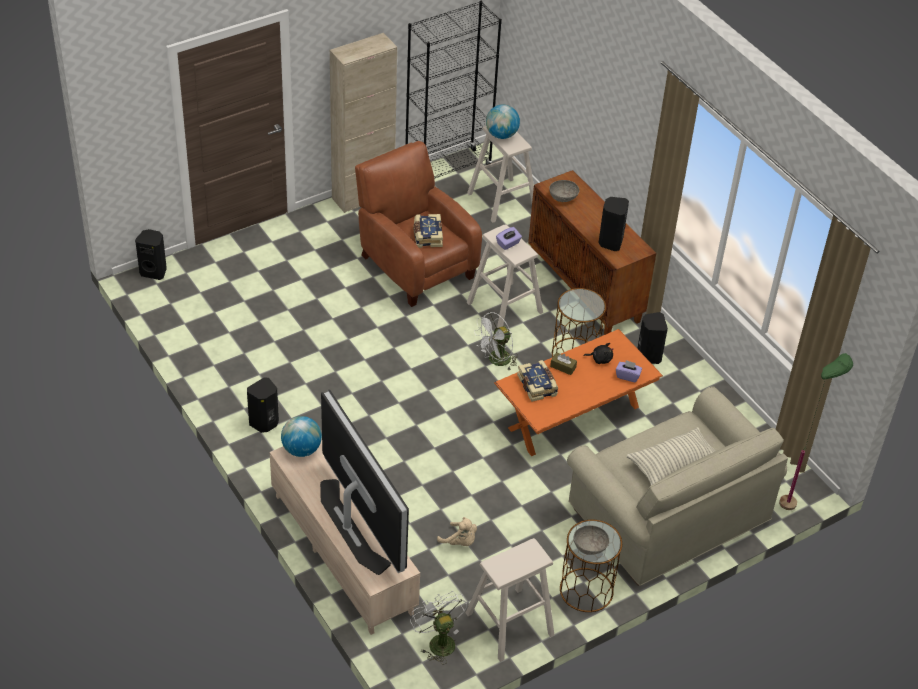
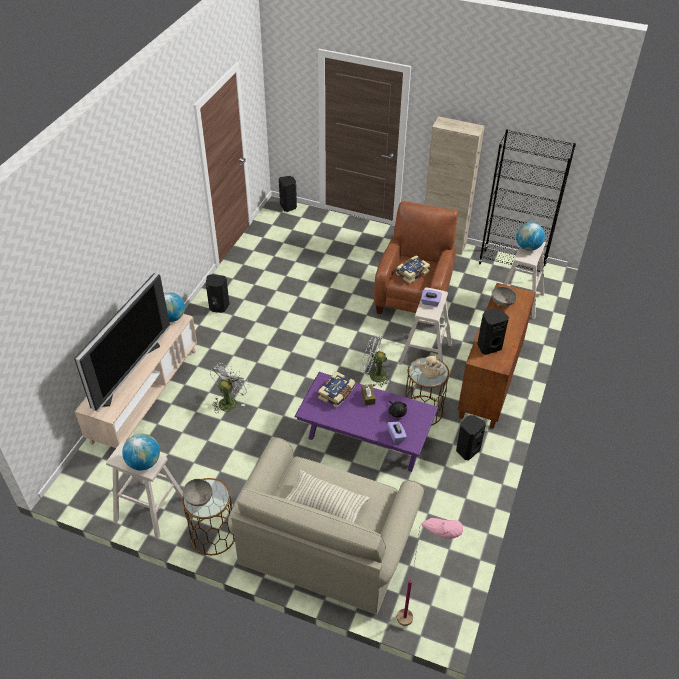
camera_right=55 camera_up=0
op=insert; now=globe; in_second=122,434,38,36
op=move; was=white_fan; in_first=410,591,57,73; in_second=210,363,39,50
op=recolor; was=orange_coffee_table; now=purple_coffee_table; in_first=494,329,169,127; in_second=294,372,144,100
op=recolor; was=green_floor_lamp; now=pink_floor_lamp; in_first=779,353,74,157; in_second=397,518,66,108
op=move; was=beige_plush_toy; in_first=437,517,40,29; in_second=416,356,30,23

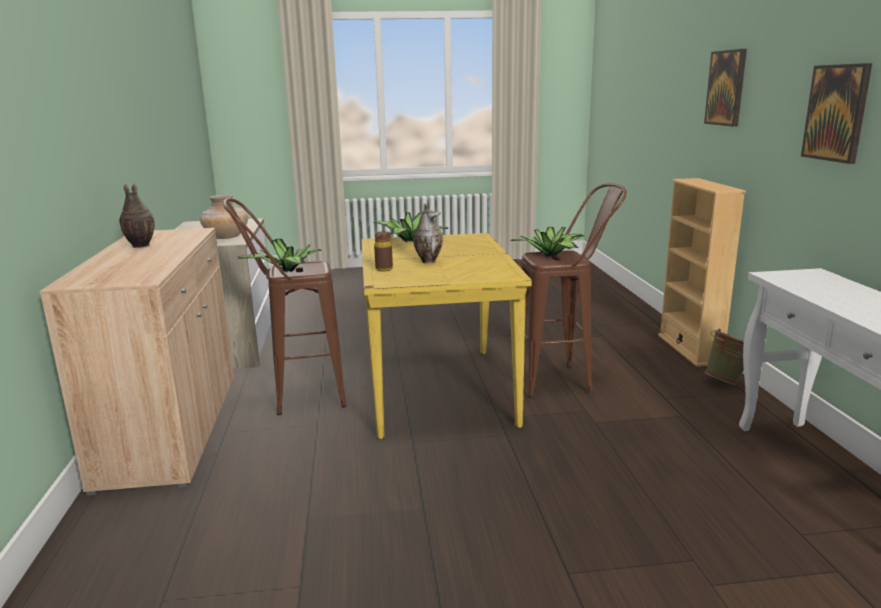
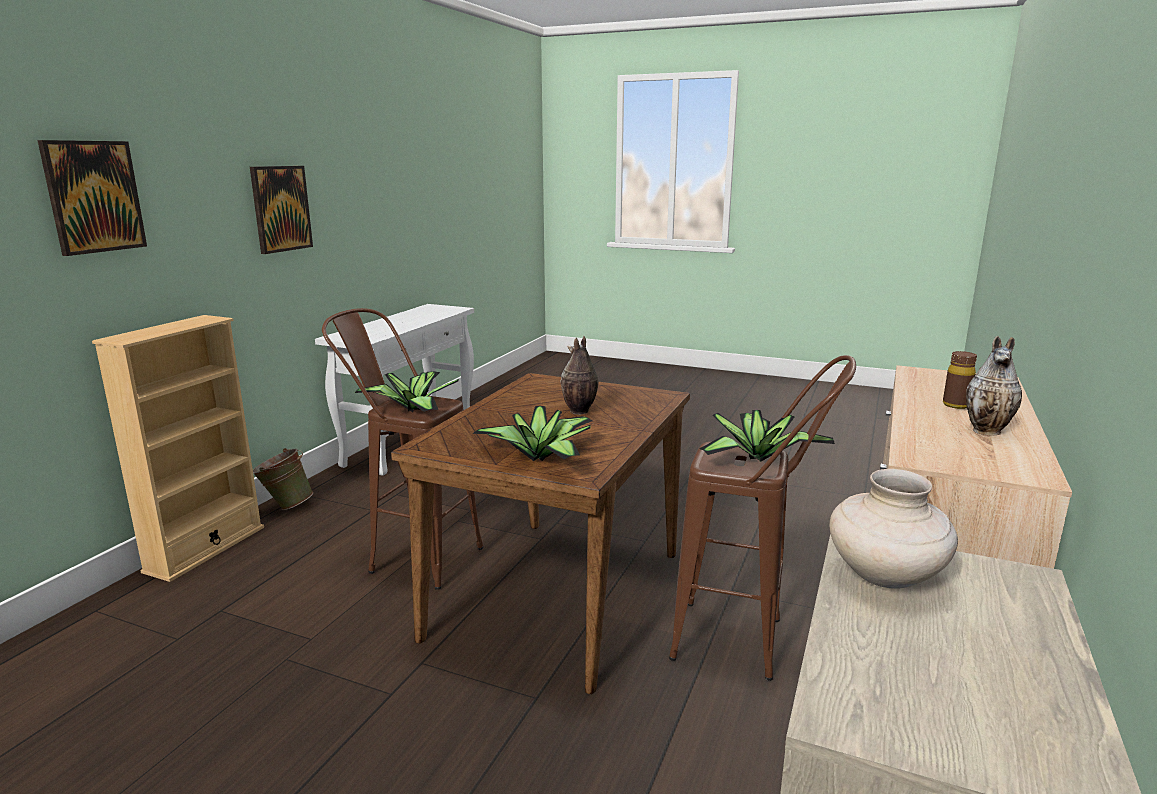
camera_right=-150 camera_up=0
op=recolor; was=yellow_dining_table; now=brown_dining_table; in_first=361,233,171,206; in_second=391,373,299,321
op=move; was=brown_bottle; in_first=374,231,19,41; in_second=943,351,34,58

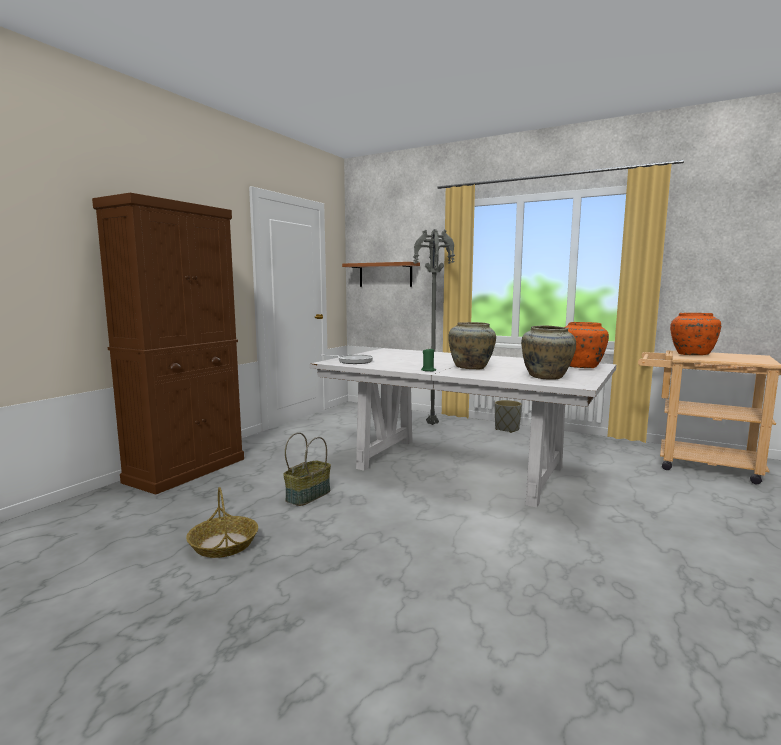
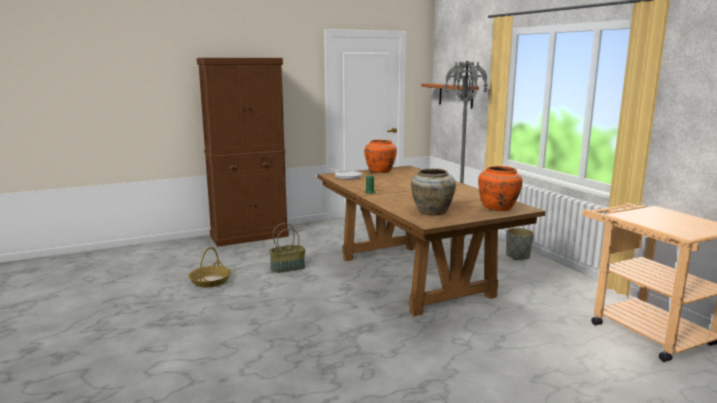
camera_right=35 camera_up=5
op=recolor; was=white_dining_table; now=brown_dining_table; in_first=310,348,306,160; in_second=317,166,228,150
op=move; was=orange_vase; in_first=670,313,51,42; in_second=364,140,33,33
op=delete; was=beige_vase; in_first=448,322,48,47

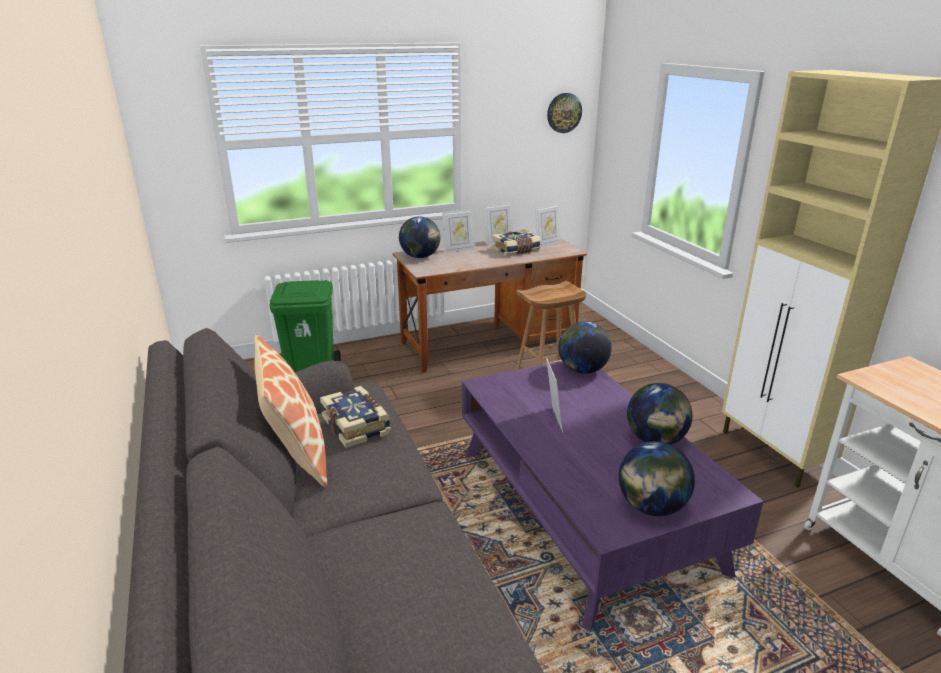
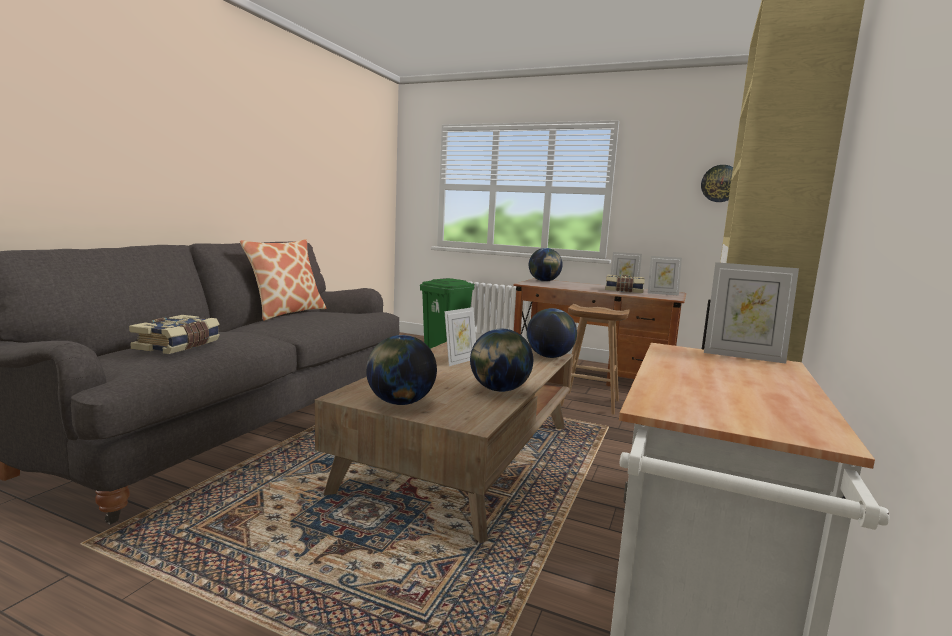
camera_right=45 camera_up=-15
op=move; was=book; in_first=320,386,71,62; in_second=129,315,91,39
op=recolor; was=purple_coffee_table; now=brown_coffee_table; in_first=462,361,302,271; in_second=315,340,258,203
op=move; was=picture_frame; in_first=442,209,33,44; in_second=704,262,95,102

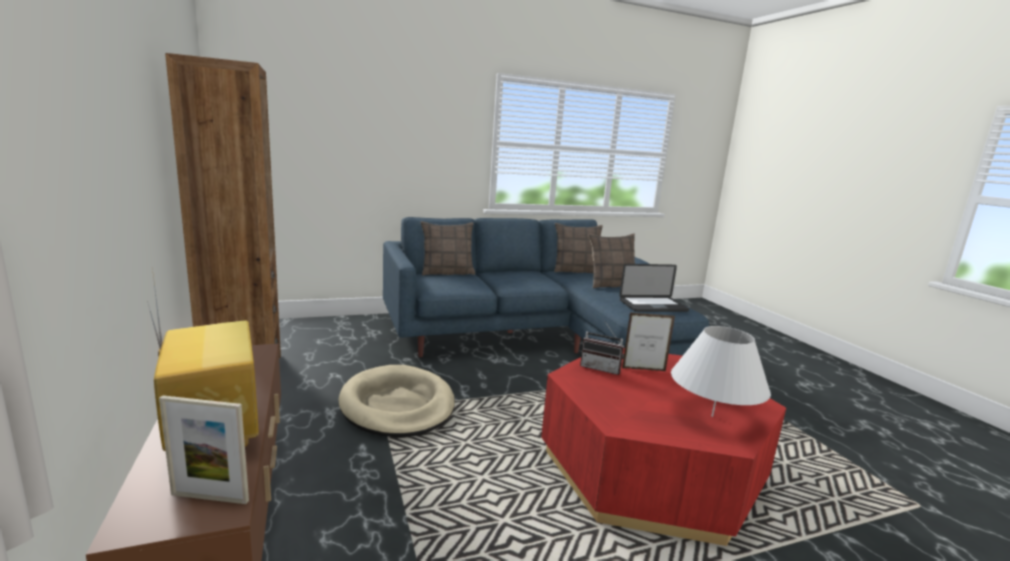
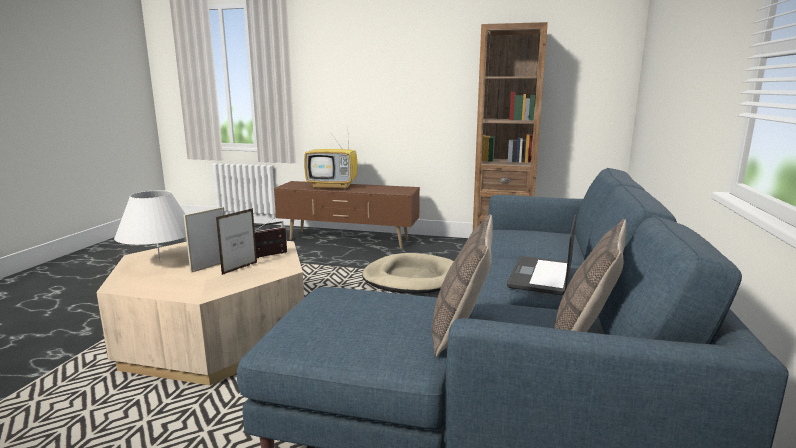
camera_right=125 camera_up=0
op=recolor; was=red_coffee_table; now=beige_coffee_table; in_first=541,348,245,198; in_second=96,241,208,144
op=move; was=picture_frame; in_first=159,395,90,109; in_second=184,207,41,66
op=move; was=laptop; in_first=619,264,70,48; in_second=507,215,69,80
op=delete; was=pillow; in_first=421,221,54,54

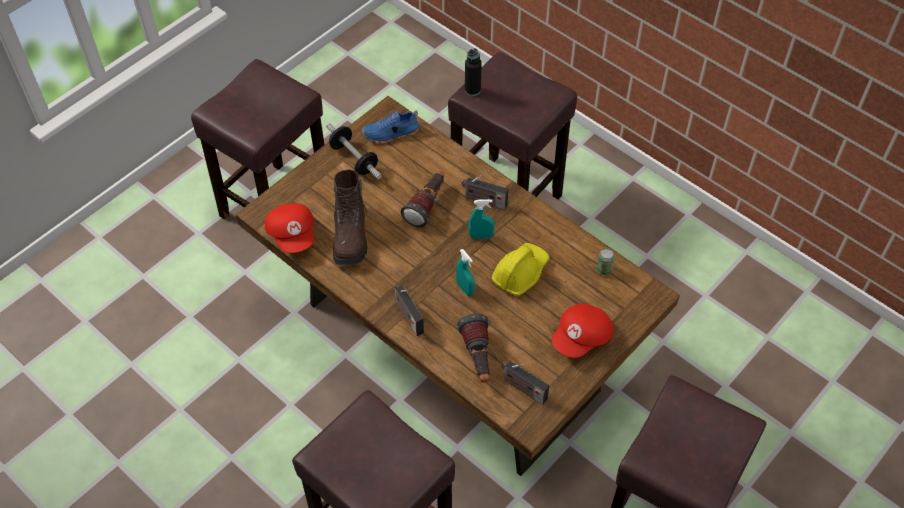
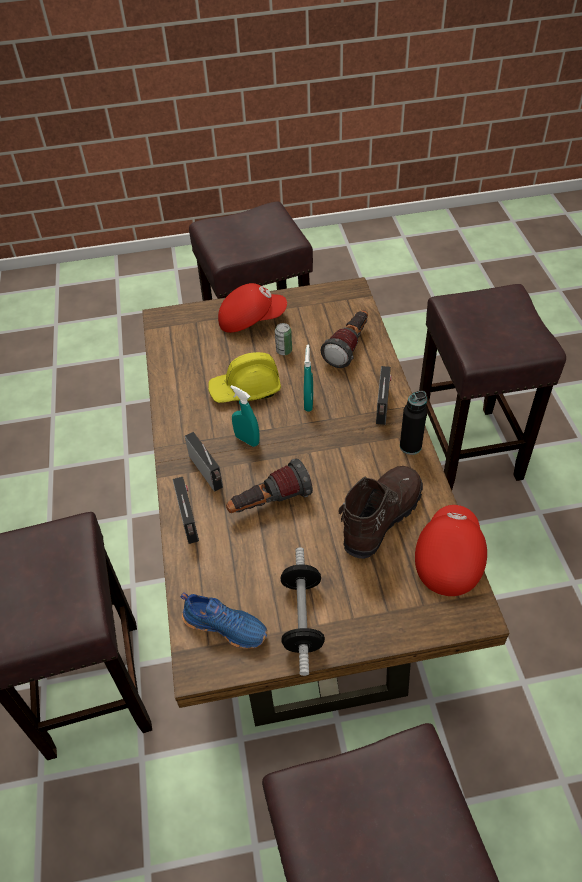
camera_right=-140 camera_up=-5
op=move; was=radio; in_first=502,361,48,44; in_second=172,477,27,67
op=move; was=can; in_first=597,248,18,27; in_second=275,323,17,32
op=move; was=black_bottle; in_first=465,48,17,48; in_second=400,391,27,64

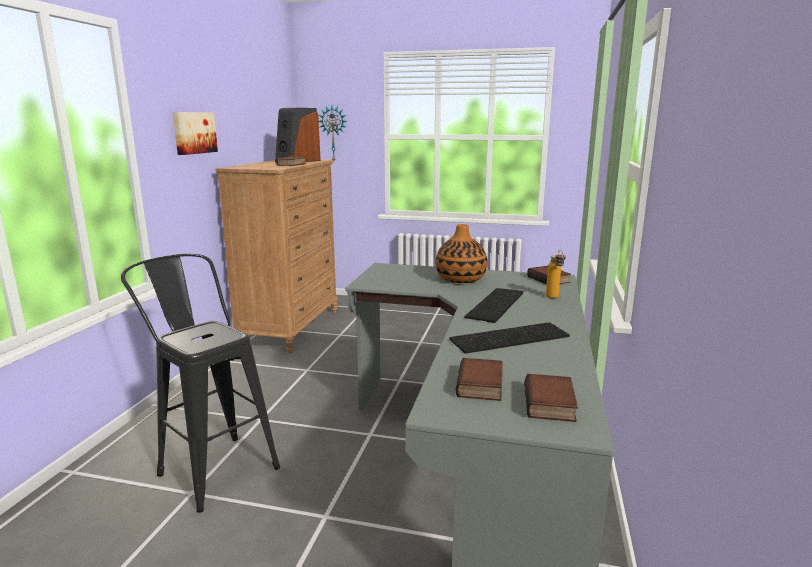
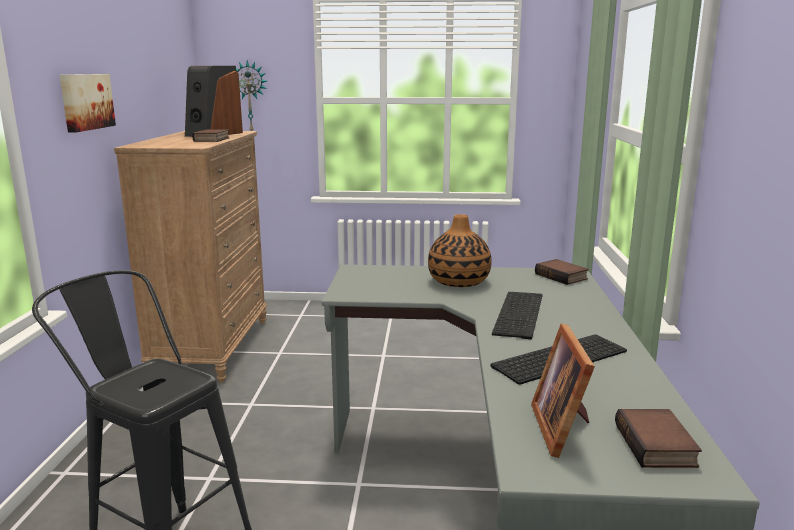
camera_right=-10 camera_up=0
op=replace; was=book; now=picture_frame; in_first=456,358,47,43; in_second=531,323,64,135
op=delete; was=bottle; in_first=546,250,19,48

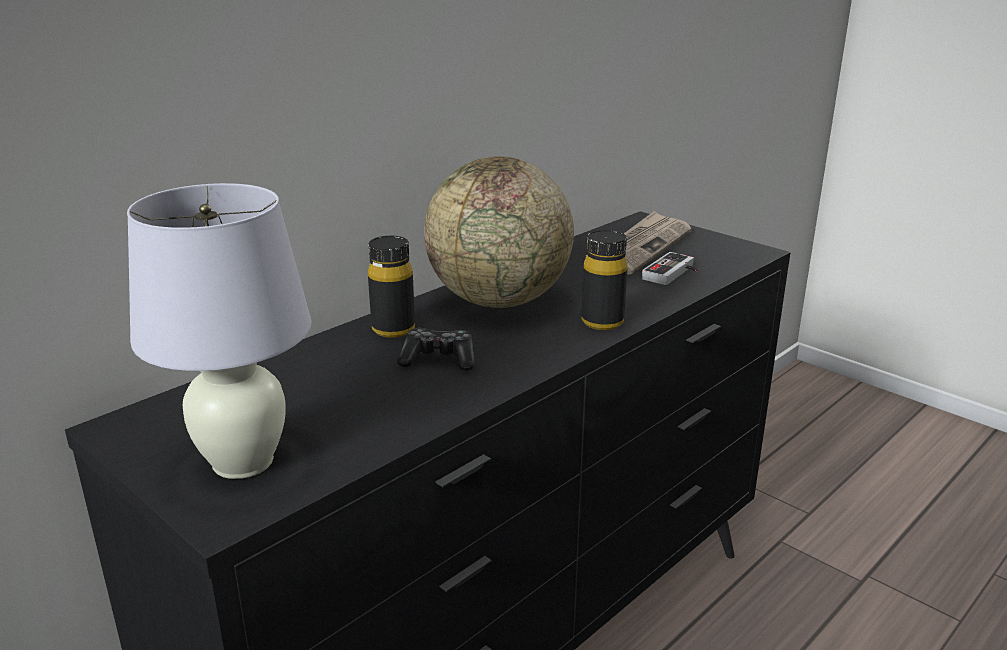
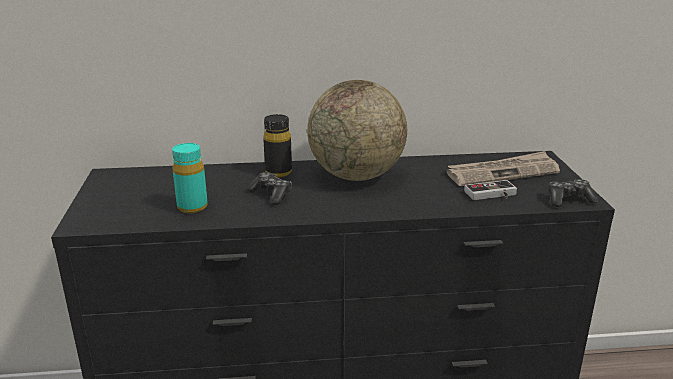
camera_right=40 camera_up=0
op=insert; now=turquoise_bottle; in_second=172,143,36,70
op=insert; now=game_controller; in_second=549,179,49,28
op=delete; was=white_table_lamp; in_first=127,183,185,296
op=delete; was=black_bottle; in_first=582,230,46,100

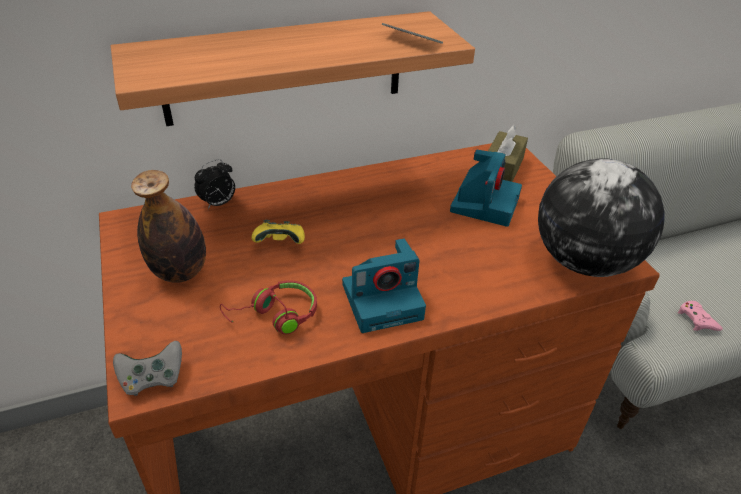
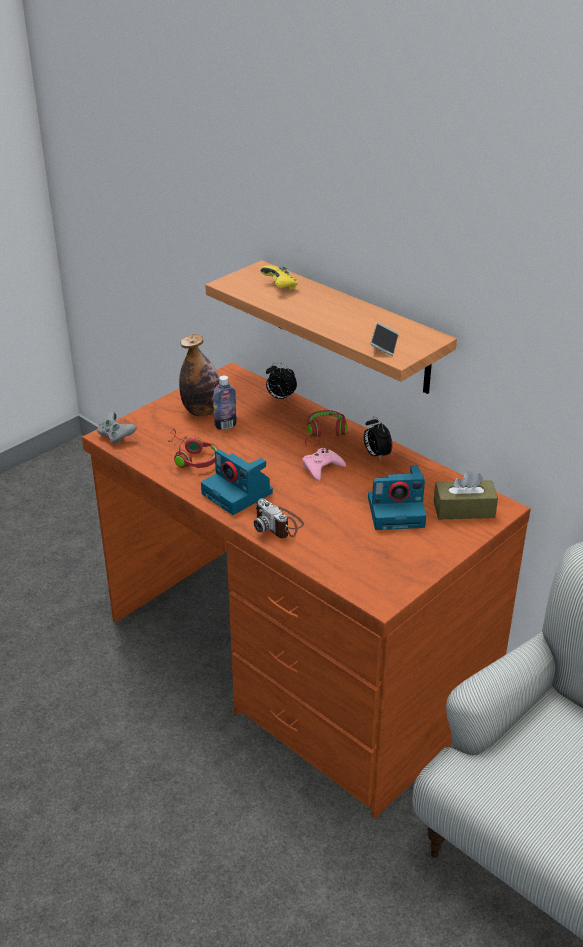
camera_right=65 camera_up=-5
op=insert; now=bottle; in_second=213,376,24,54
op=insert; now=photo_camera; in_second=254,498,50,40
op=move; was=yellow_game_controller; in_first=251,220,54,24; in_second=260,265,38,25
op=move; was=pink_game_controller; in_first=678,301,45,30; in_second=302,448,44,33
op=insert; now=red_headphones; in_second=305,410,42,36
op=insert; now=alarm_clock; in_second=364,416,28,44
op=delete; was=globe; in_first=538,158,127,119

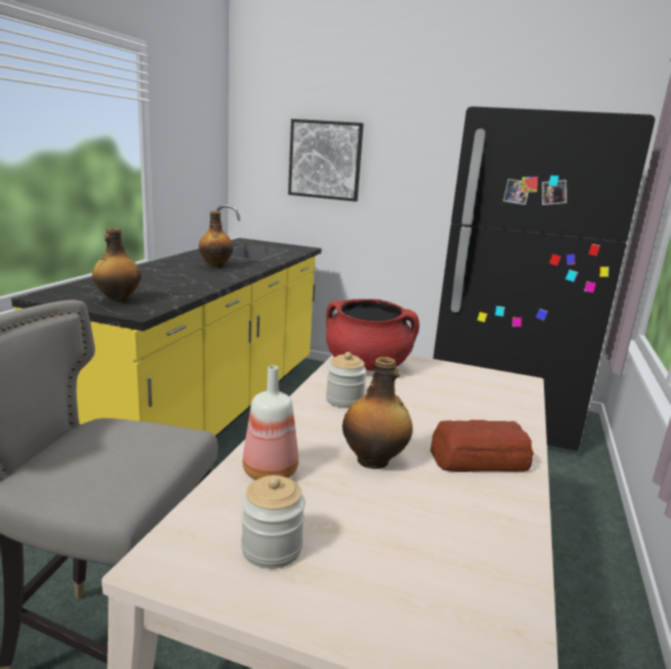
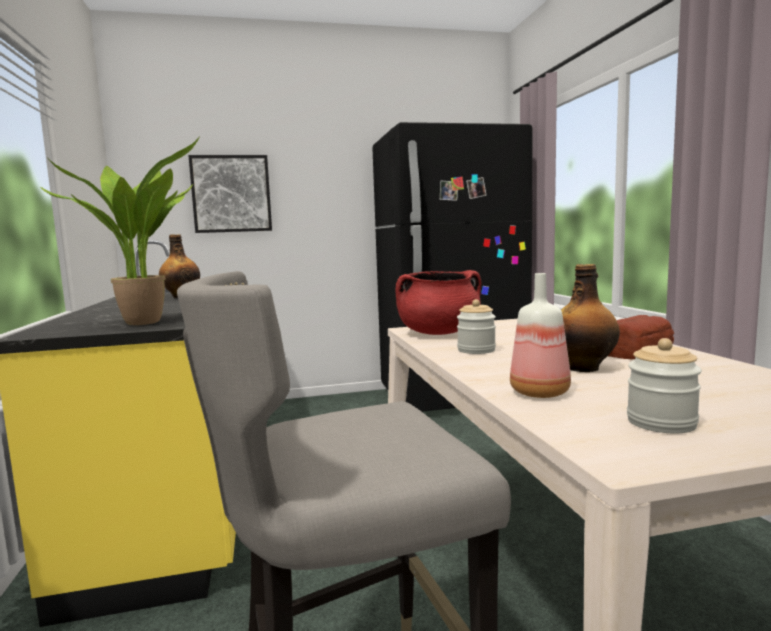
camera_right=-30 camera_up=-10
op=replace; was=bottle; now=potted_plant; in_first=92,228,49,74; in_second=40,136,160,189

